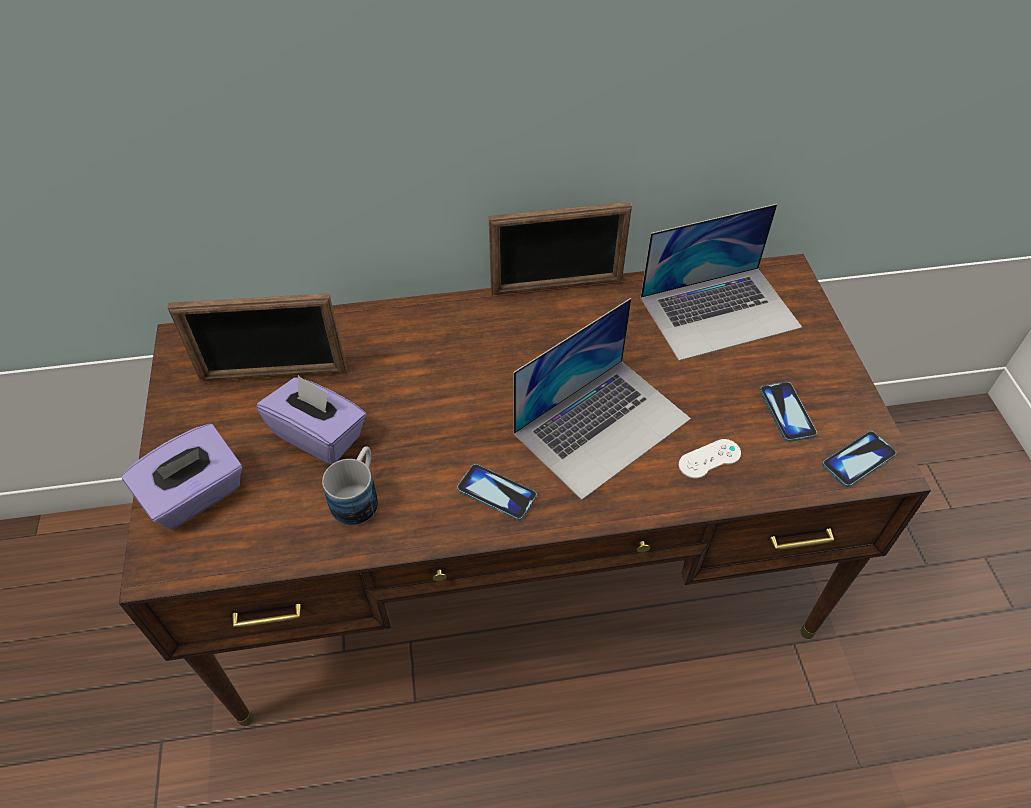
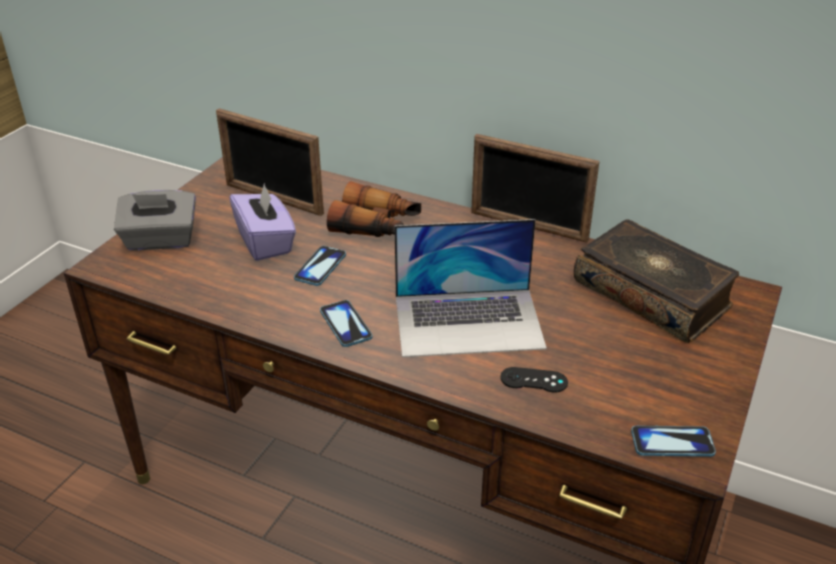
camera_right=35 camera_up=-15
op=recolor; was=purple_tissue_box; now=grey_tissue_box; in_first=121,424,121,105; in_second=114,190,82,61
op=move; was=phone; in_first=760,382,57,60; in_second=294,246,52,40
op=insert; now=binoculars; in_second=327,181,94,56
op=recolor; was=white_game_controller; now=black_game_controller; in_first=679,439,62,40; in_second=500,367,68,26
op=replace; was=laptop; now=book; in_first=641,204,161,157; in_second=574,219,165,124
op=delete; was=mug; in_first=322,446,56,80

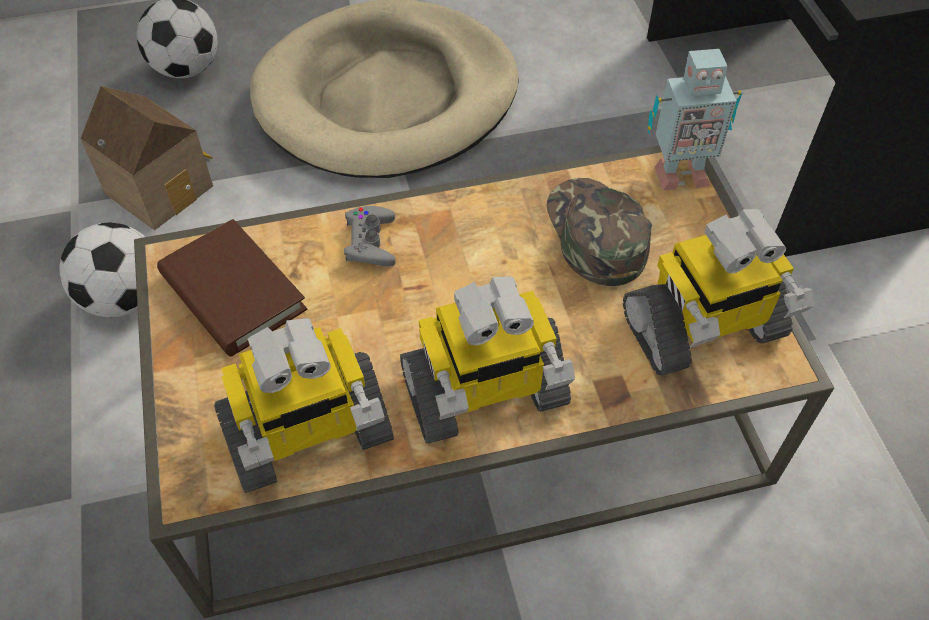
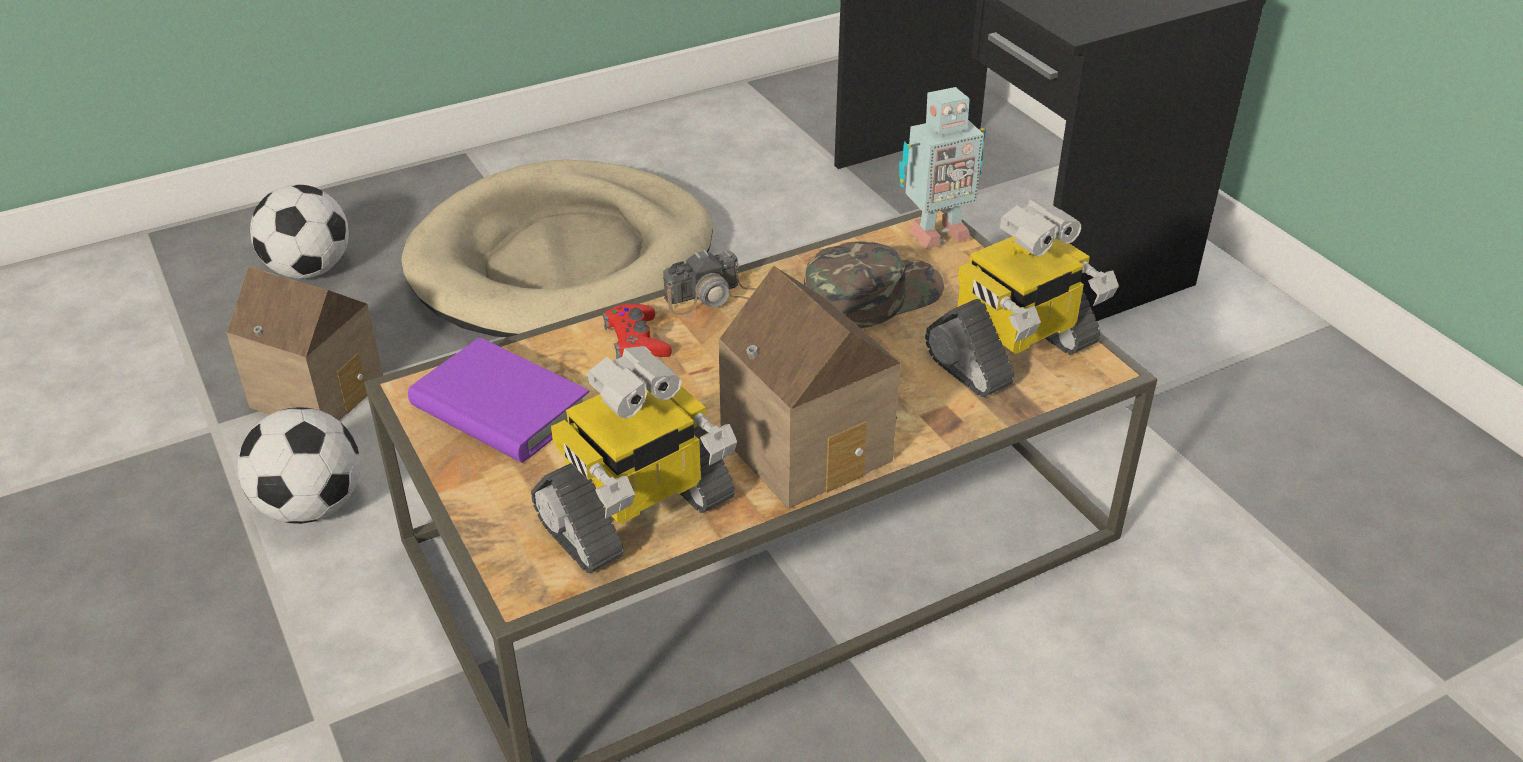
camera_right=-15 camera_up=-15
op=recolor; was=brown_book; now=purple_book; in_first=157,219,150,138; in_second=408,338,181,125
op=recolor; was=grey_game_controller; now=red_game_controller; in_first=344,206,52,61; in_second=603,304,69,55
op=insert; now=photo_camera; in_second=663,250,94,65
op=replace; was=toy_robot; now=toy_house; in_first=400,277,175,167; in_second=719,266,182,242
op=rotate; was=green_cap; in_first=546,178,106,108; in_second=804,241,140,87; clockwise=90

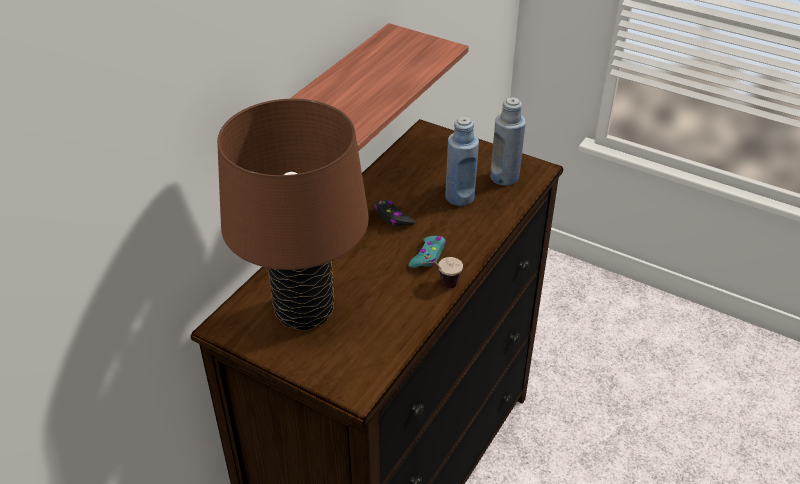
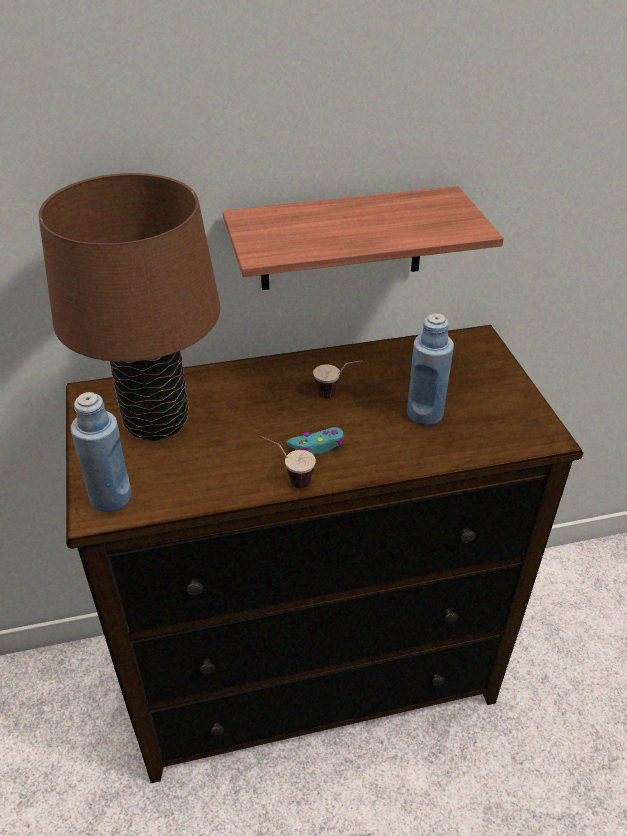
camera_right=45 camera_up=0
op=move; was=blue_bottle; in_first=490,97,36,88; in_second=71,392,61,120
op=replace; was=black_game_controller; now=cup; in_first=374,200,41,26; in_second=313,360,50,38

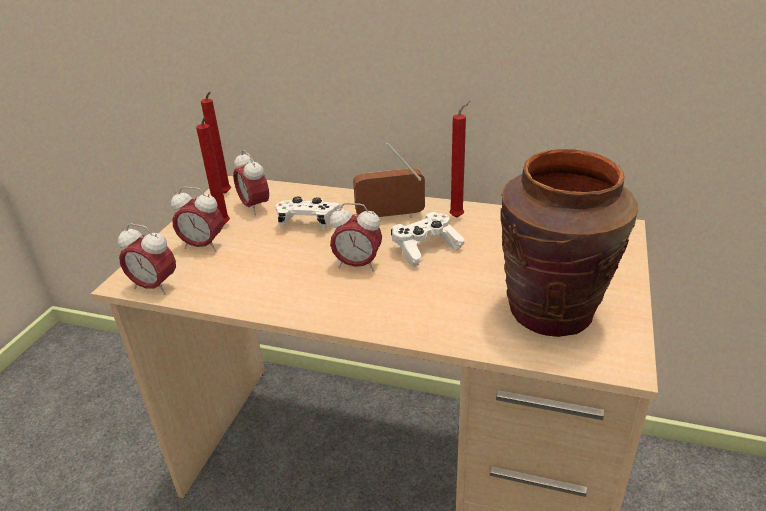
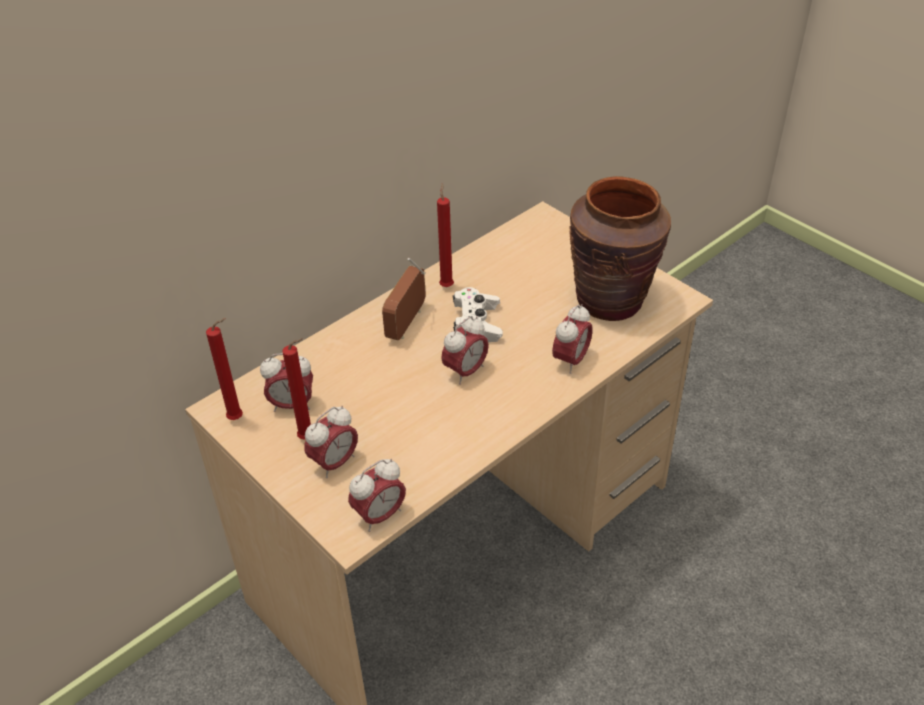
camera_right=-60 camera_up=10
op=insert; now=alarm_clock; in_second=552,304,41,70
op=delete; was=white_game_controller; in_first=275,196,66,33

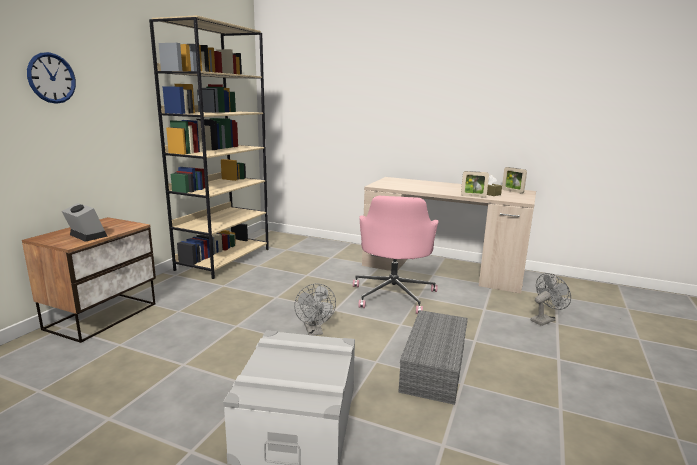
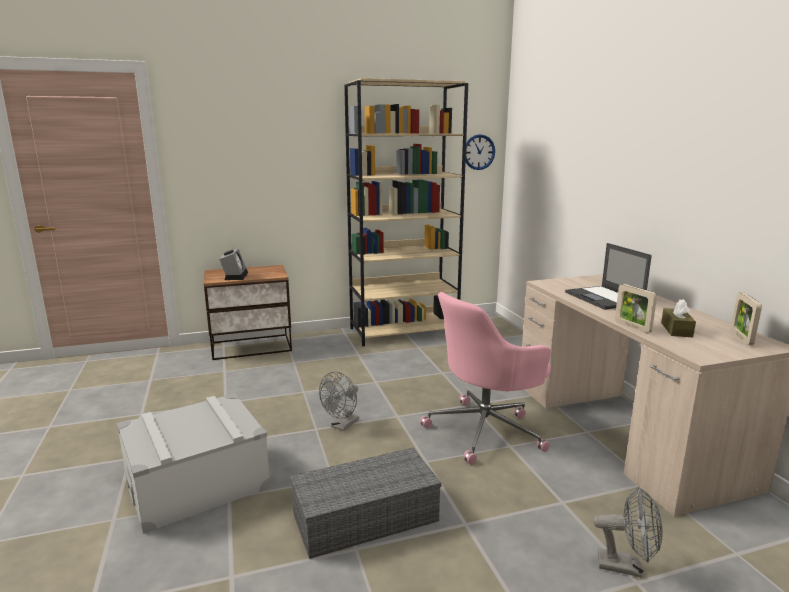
camera_right=50 camera_up=0
op=move; was=wall_clock; in_first=27,52,49,52; in_second=466,134,29,36
op=insert; now=laptop; in_second=565,243,87,67

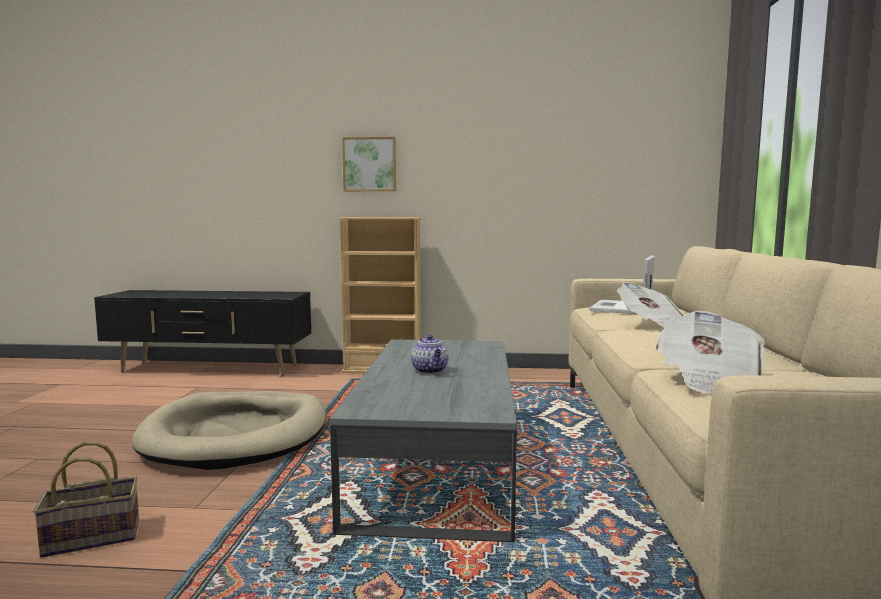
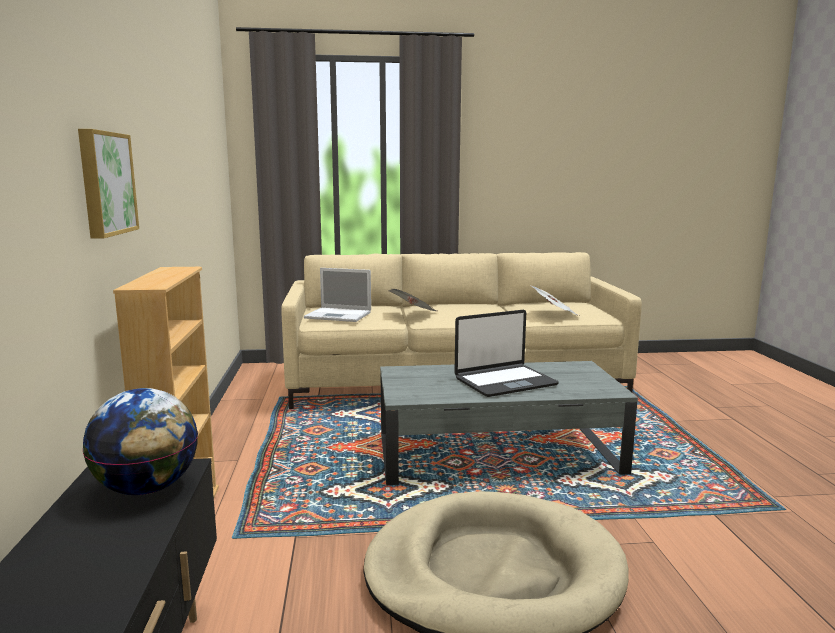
camera_right=-100 camera_up=5
op=insert; now=globe; in_second=83,388,115,107
op=replace; was=teapot; now=laptop; in_first=411,335,38,39; in_second=454,310,105,87
op=delete; was=basket; in_first=33,442,106,116

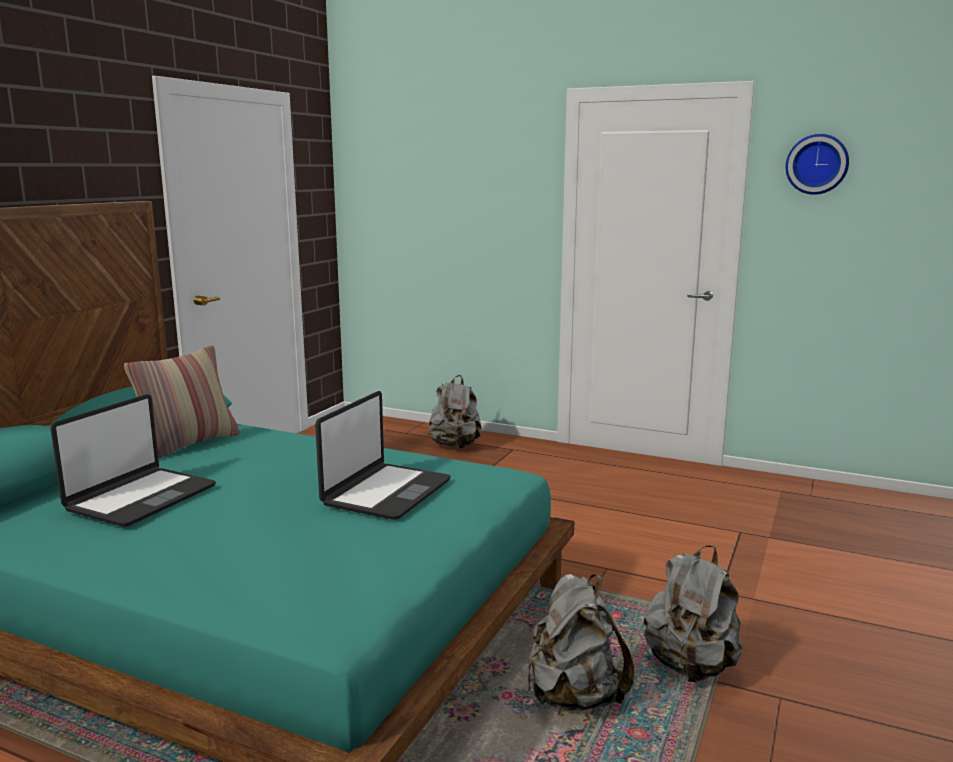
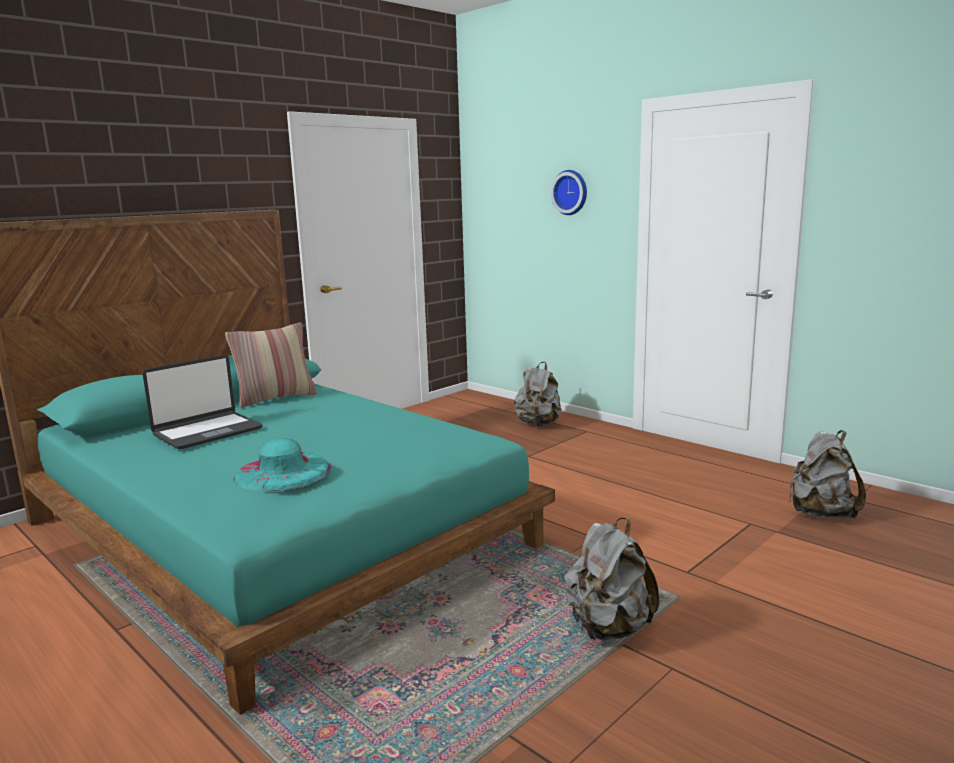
camera_right=20 camera_up=0
op=insert; now=turquoise_hat; in_second=233,438,98,53
op=move; was=wall_clock; in_first=786,134,63,61; in_second=551,170,36,45
op=move; was=grey_backpack; in_first=527,574,107,137; in_second=788,430,78,88
op=delete; was=laptop; in_first=315,391,136,129

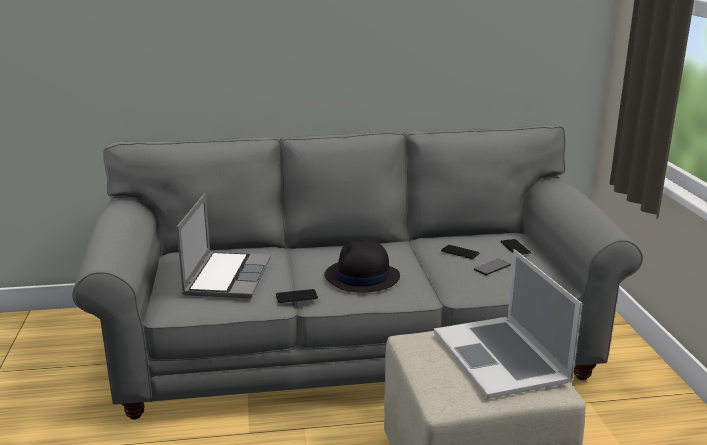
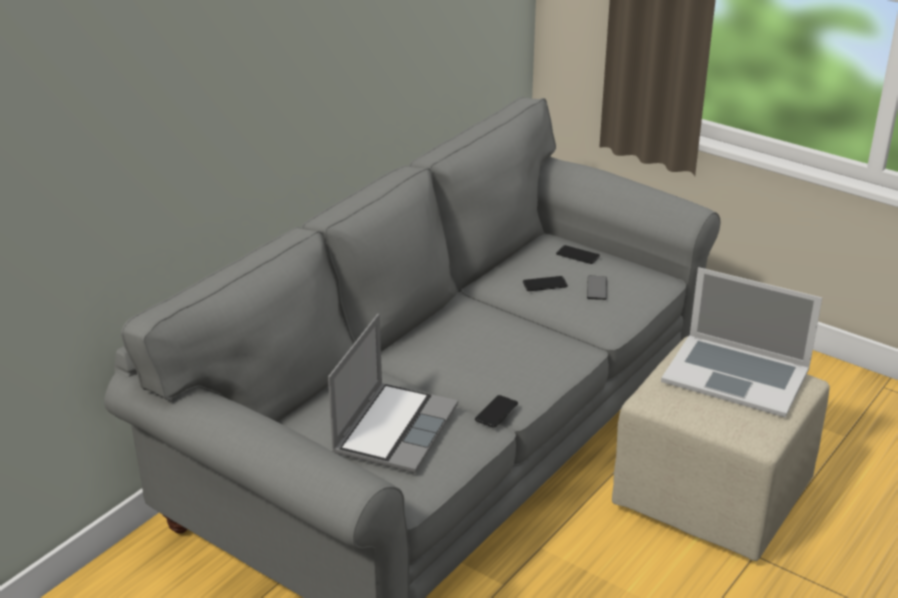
camera_right=-45 camera_up=10
op=rotate; was=laptop; in_first=176,193,95,106; in_second=328,313,130,160; clockwise=60
op=delete; was=black_hat; in_first=324,240,76,53

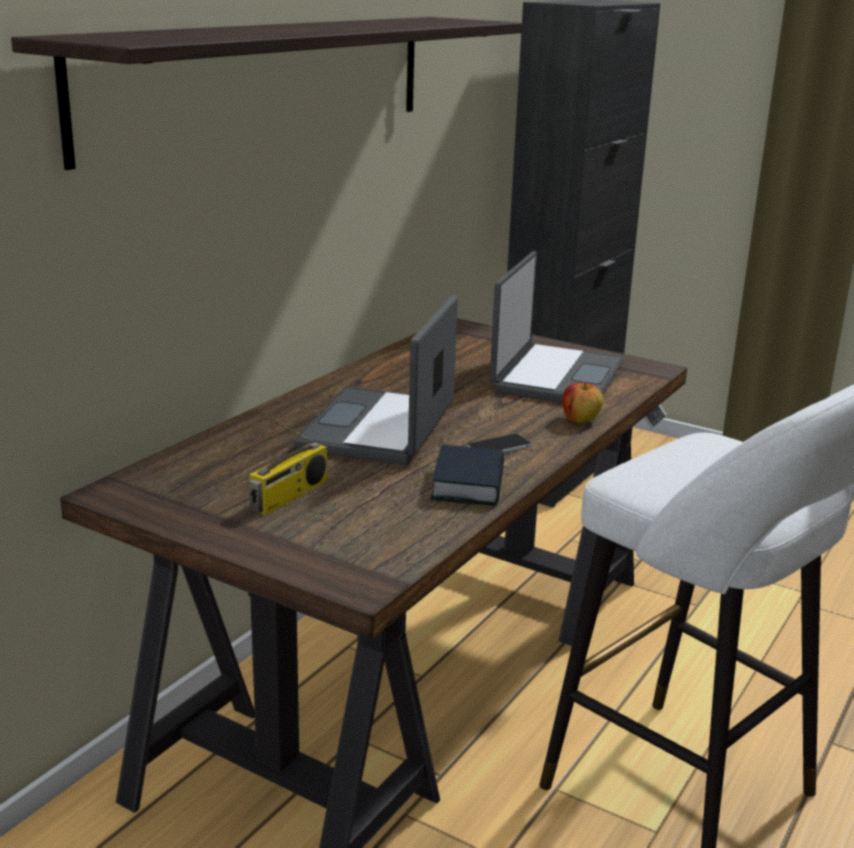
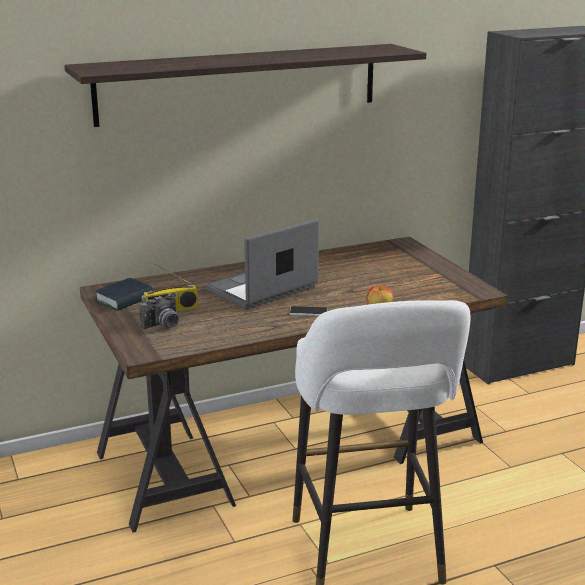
camera_right=35 camera_up=0
op=move; was=book; in_first=430,445,74,61; in_second=95,278,58,33
op=insert; now=photo_camera; in_second=139,294,40,35
op=delete; was=laptop; in_first=490,251,134,152

